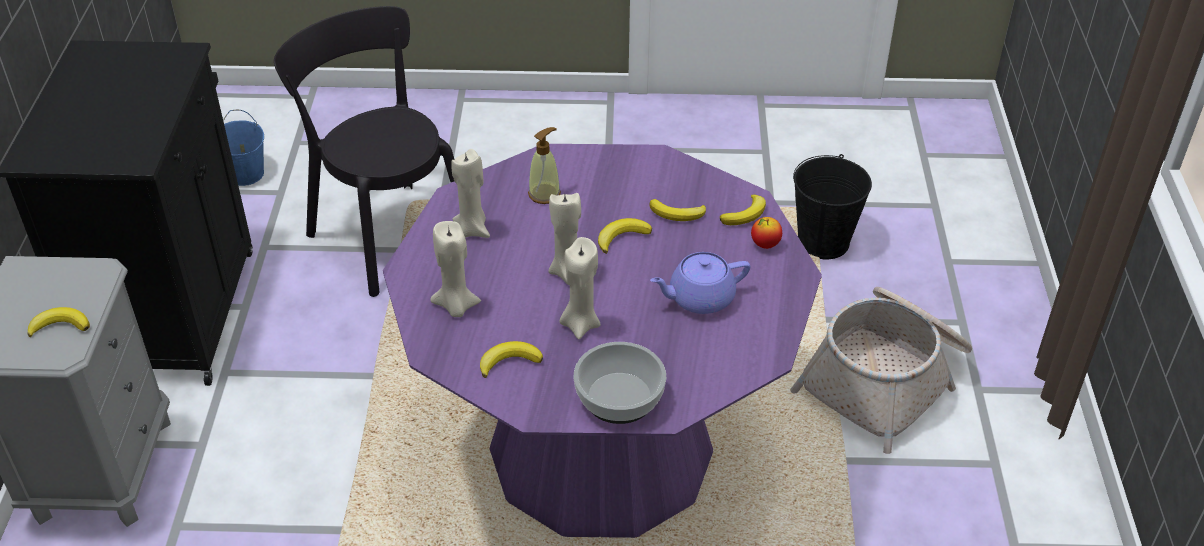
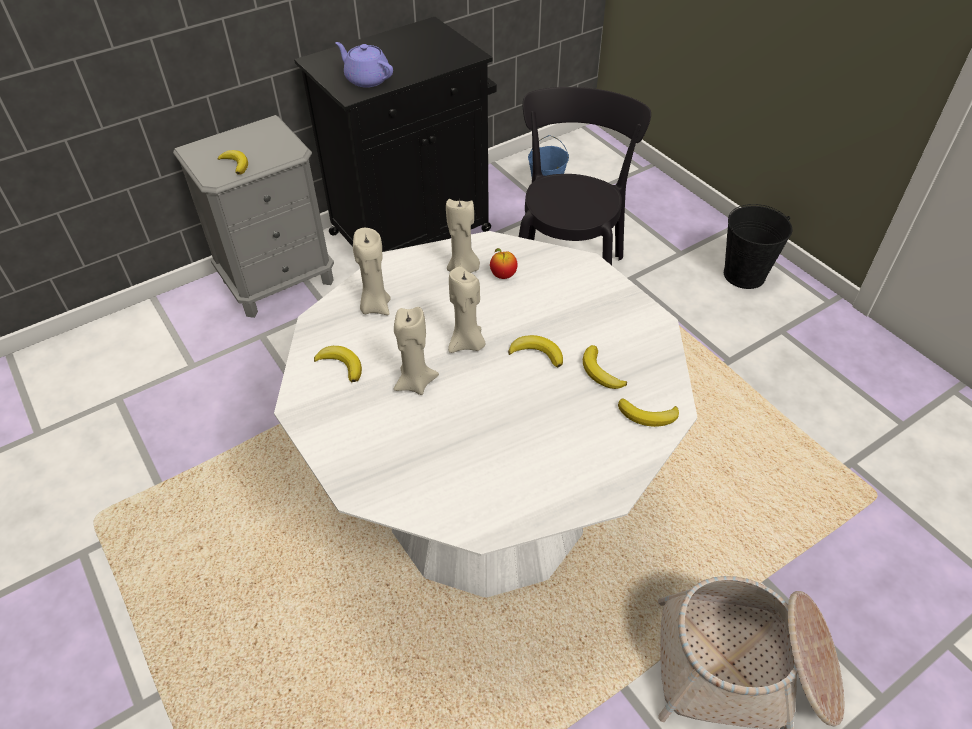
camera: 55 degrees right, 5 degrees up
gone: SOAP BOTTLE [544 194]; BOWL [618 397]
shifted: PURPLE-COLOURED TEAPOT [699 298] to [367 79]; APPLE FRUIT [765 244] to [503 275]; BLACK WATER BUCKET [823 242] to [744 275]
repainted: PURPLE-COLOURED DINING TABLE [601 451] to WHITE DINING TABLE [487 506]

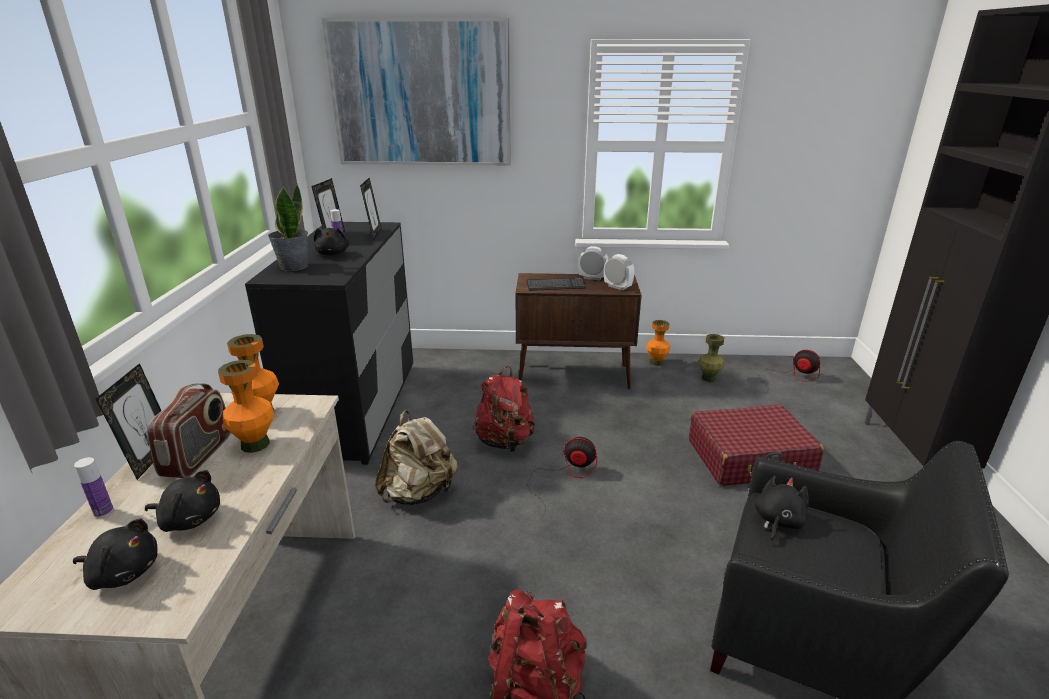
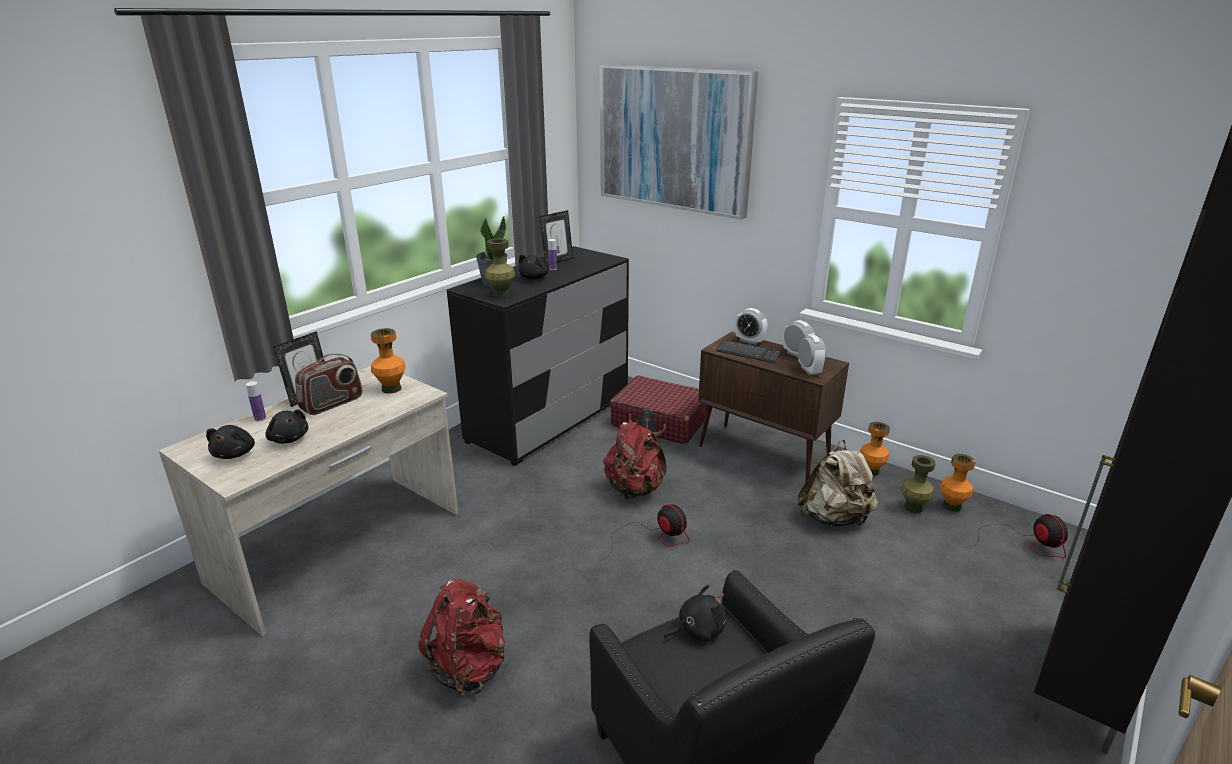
camera: 35 degrees right, 0 degrees up
gone: STANDING FRAME [374 234]
new: GREEN FLOWER VASE [501 294]; BEDSIDE CLOCK [749 341]
shifted: RED-COLOURED SUITCASE [750 459] to [660 422]; SAND-COLOURED KNAPSACK [419 493] to [834 518]; ORANGE FLOWER VASE [255 444] to [952 506]
rotated: BLACK PLUSH TOY [123 572] = [235 453] 45 degrees clockwise

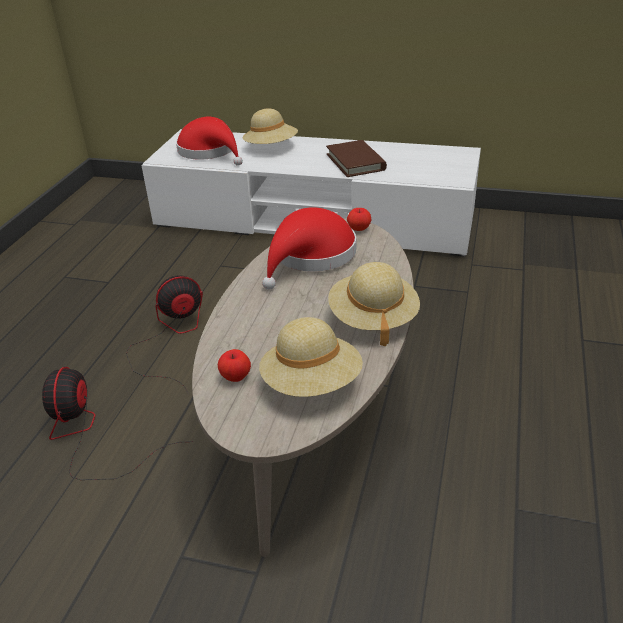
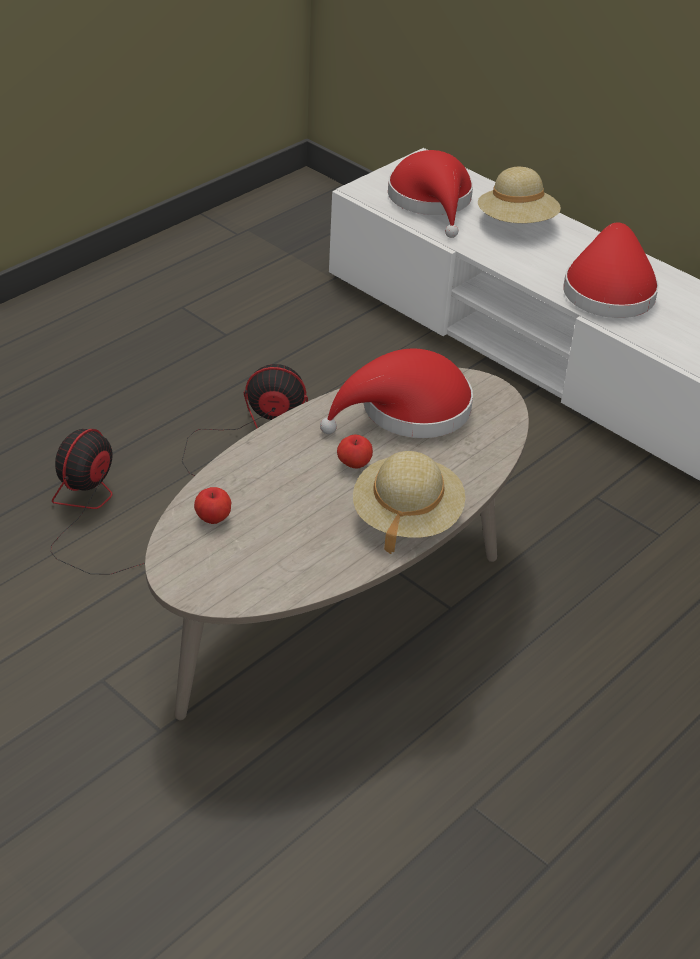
camera: 25 degrees right, 5 degrees up
gone: SAND-COLOURED CLOTHING HAT [312 383]
shifted: APPLE FRUIT [358 229] to [354 464]
swapped: BROWNISH VOLUME [355 162] to RED-COLOURED CLOTHING HAT [608 290]

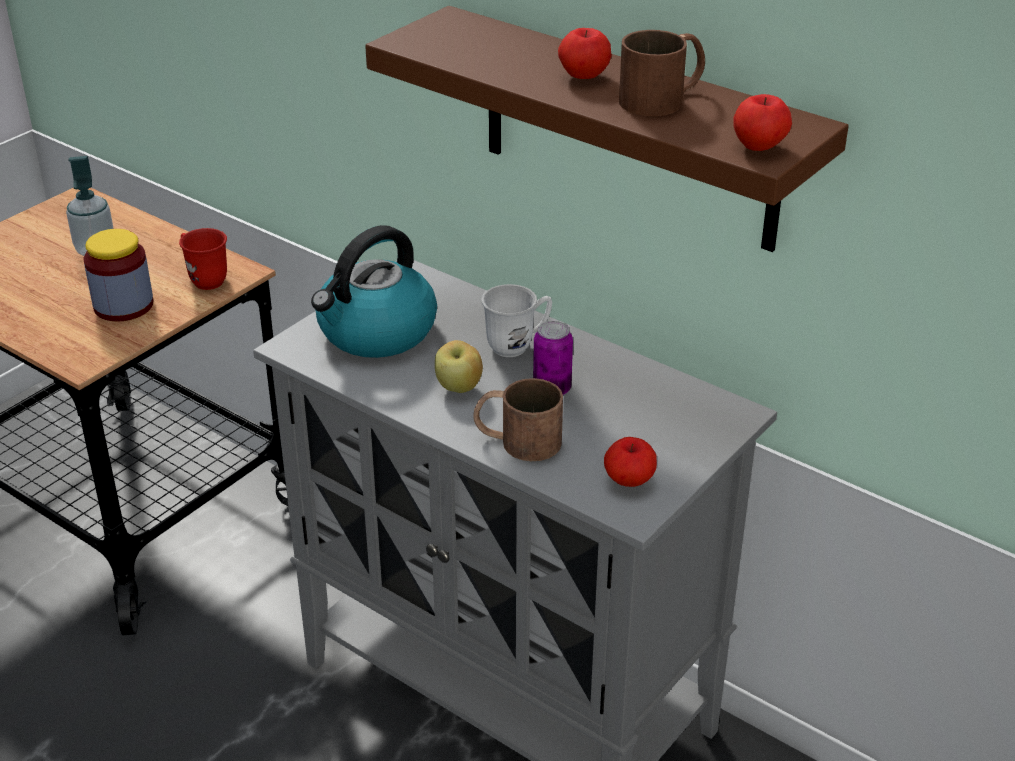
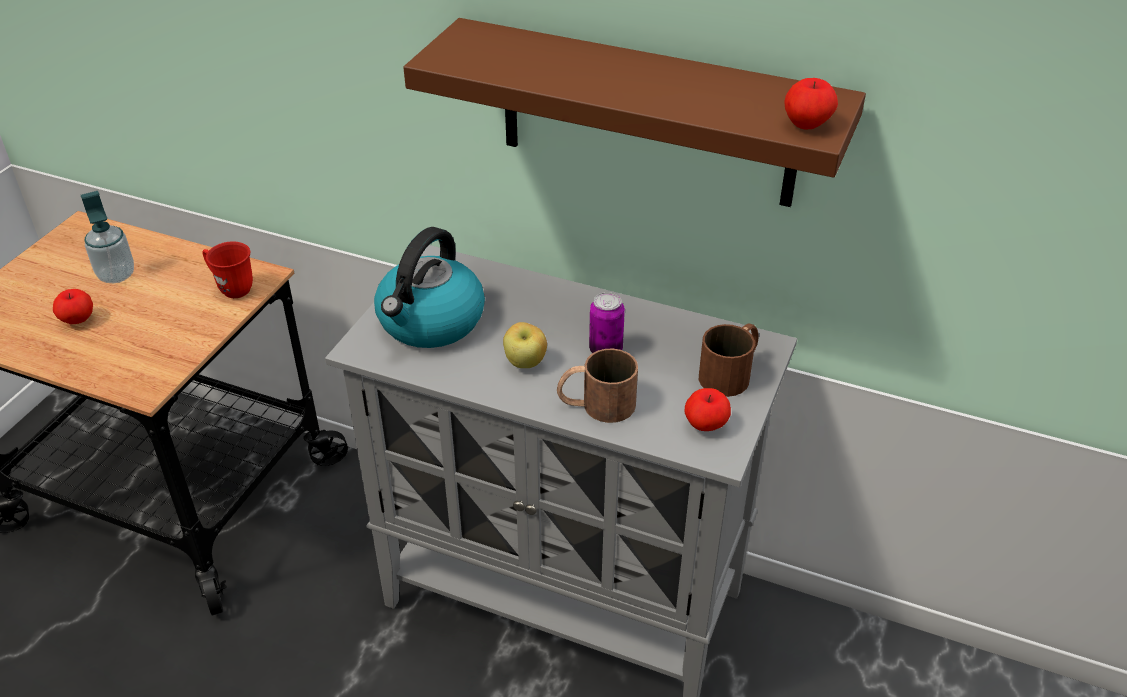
camera: 15 degrees left, 5 degrees up
gone: PRESERVE JAR [123 306]; WHITE TEA MUG [518 345]
shifted: APPLE FRUIT [583 76] to [78 320]; BROWNISH TEA MUG [663 98] to [731 372]

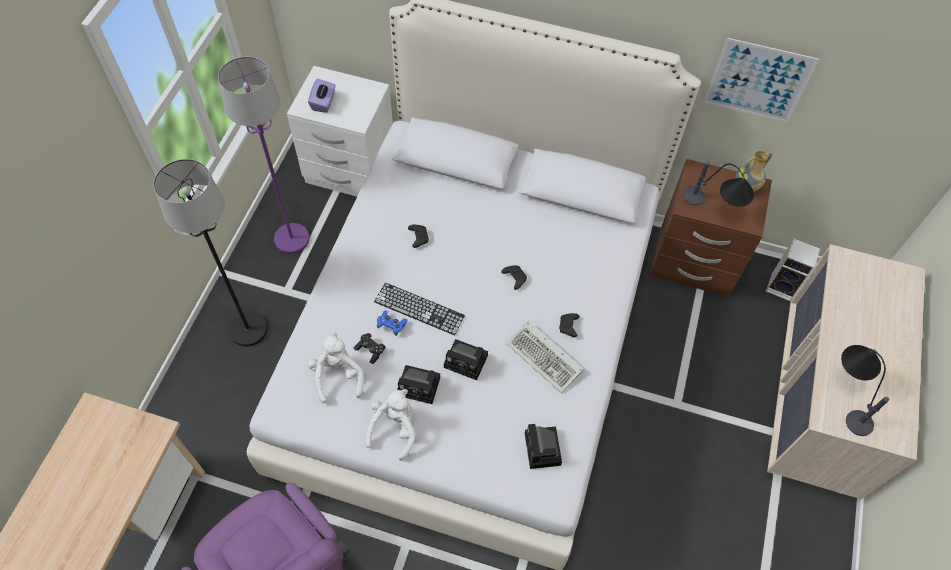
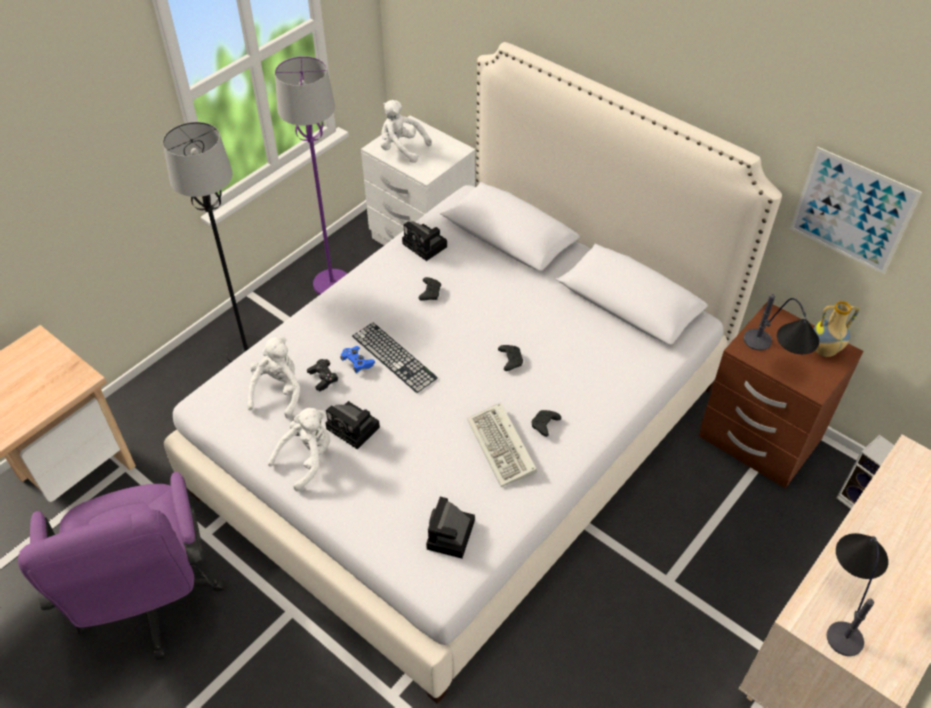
camera: 25 degrees right, 10 degrees down
shifted: PHOTO CAMERA [467 362] to [426 246]
swapped: PURPLE-COLOURED TISSUE HOLDER [324 103] to WHITE PLUSH TOY [401 149]

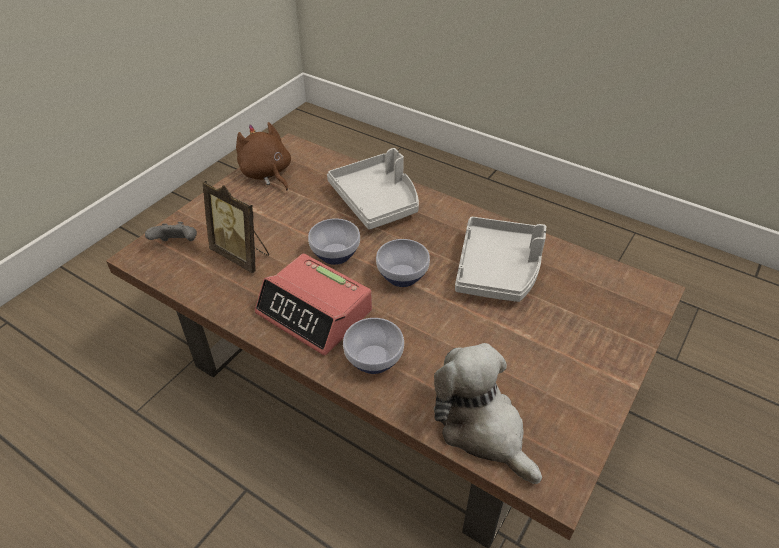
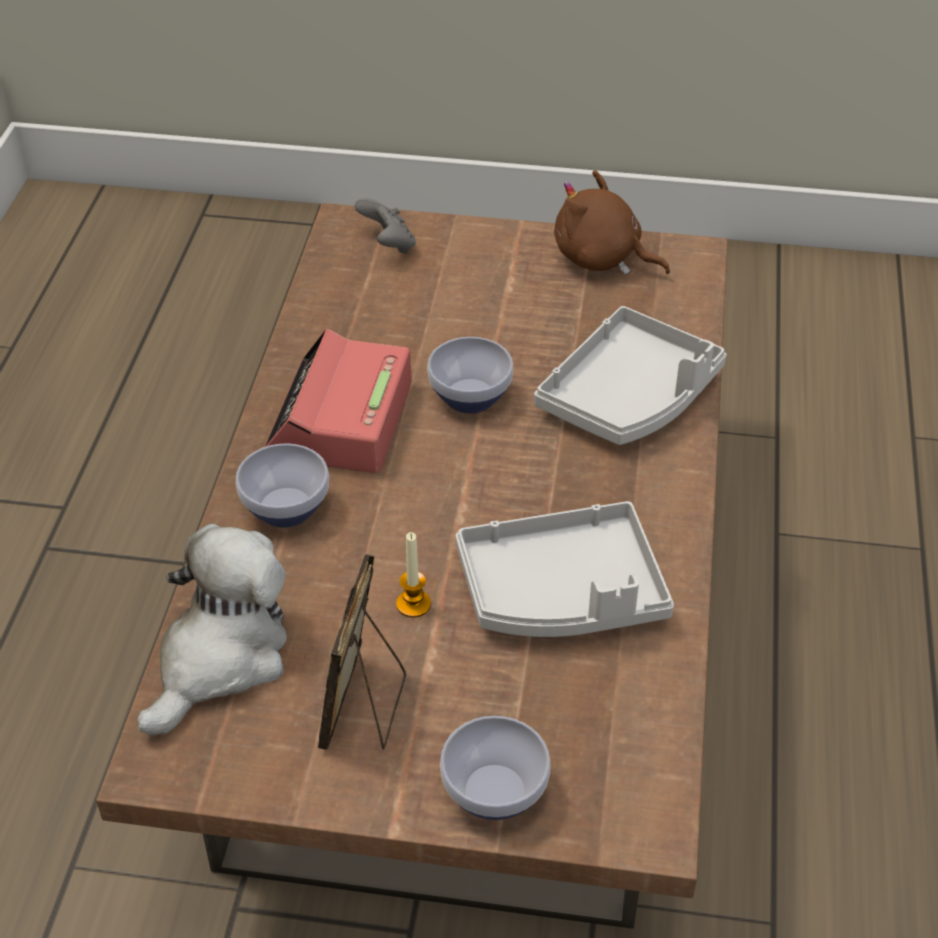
camera: 65 degrees right, 0 degrees up
new: WAX CANDLE [413 604]
shifted: STANDING FRAME [242 255] to [365 708]; BOWL [404 276] to [494 795]
rotated: BROWNISH PLUSH TOY [267 174] = [601 259] 90 degrees counterclockwise

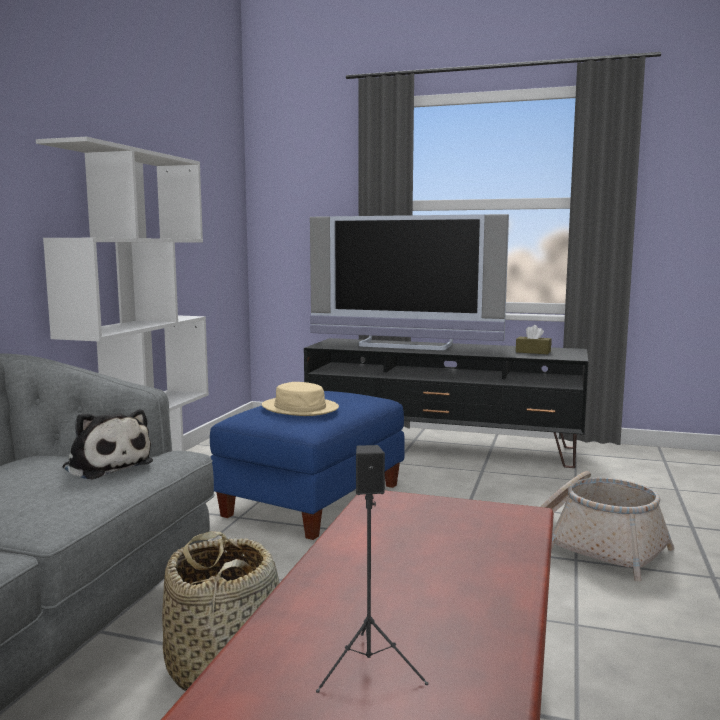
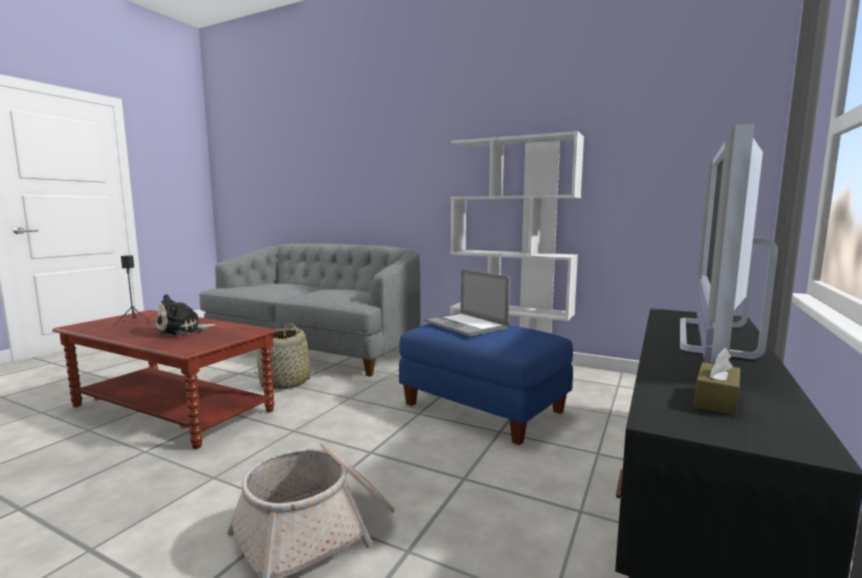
camera: 100 degrees right, 0 degrees up
shifted: PLUSH TOY [106 465] to [182 330]
swapped: SAND-COLOURED CLOTHING HAT [300 408] to NOTEBOOK COMPUTER [465 325]

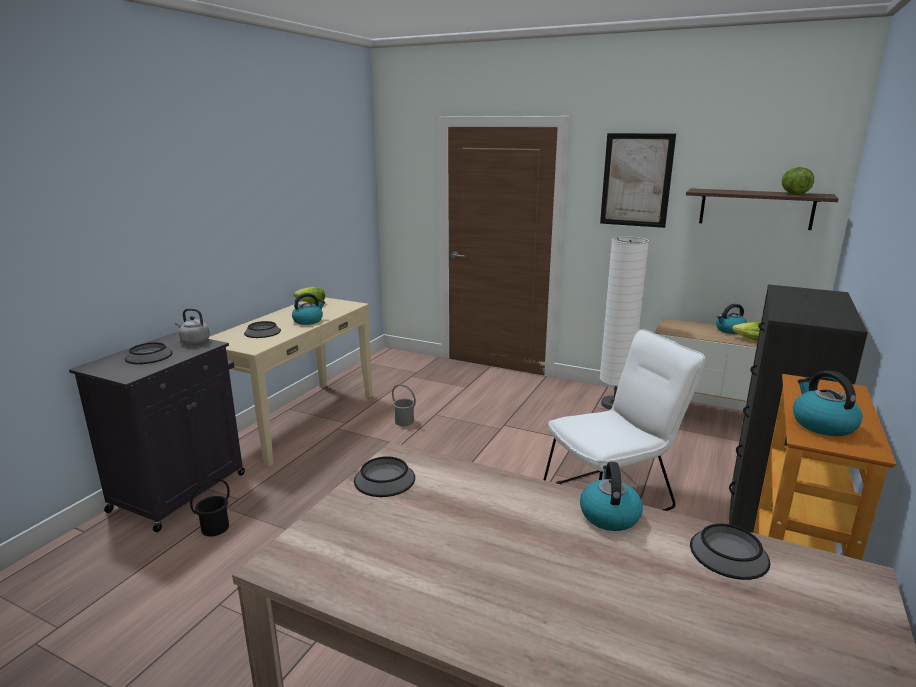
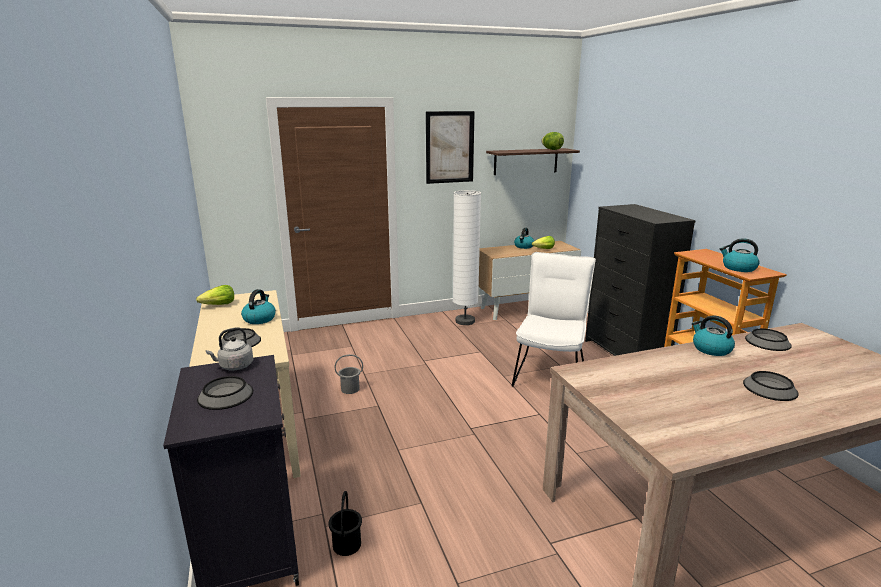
camera: 45 degrees left, 0 degrees up
shifted: BOWL [384 479] to [770 388]

